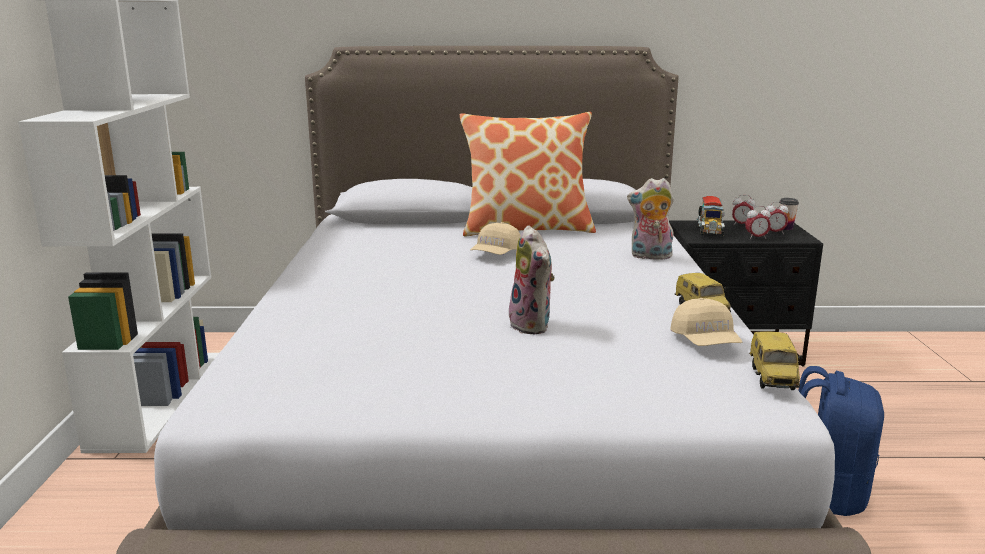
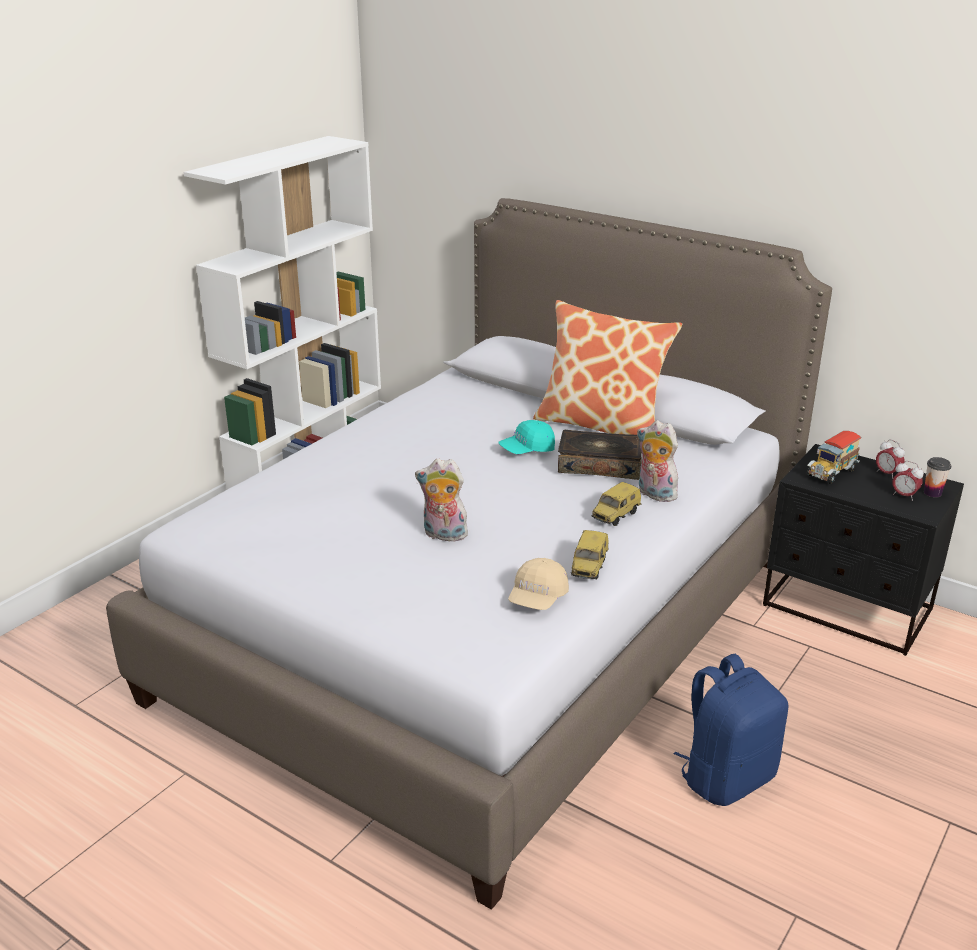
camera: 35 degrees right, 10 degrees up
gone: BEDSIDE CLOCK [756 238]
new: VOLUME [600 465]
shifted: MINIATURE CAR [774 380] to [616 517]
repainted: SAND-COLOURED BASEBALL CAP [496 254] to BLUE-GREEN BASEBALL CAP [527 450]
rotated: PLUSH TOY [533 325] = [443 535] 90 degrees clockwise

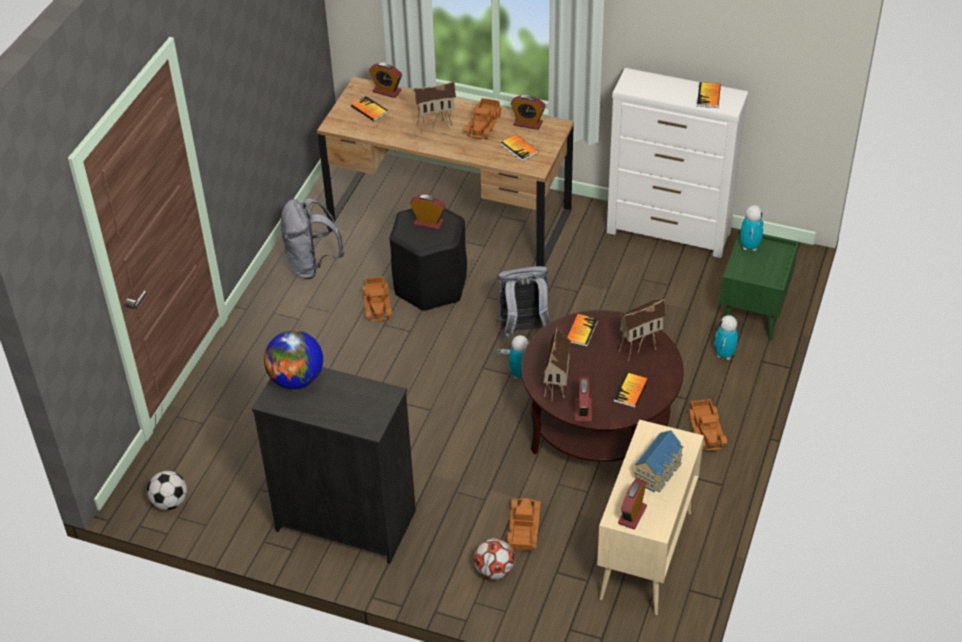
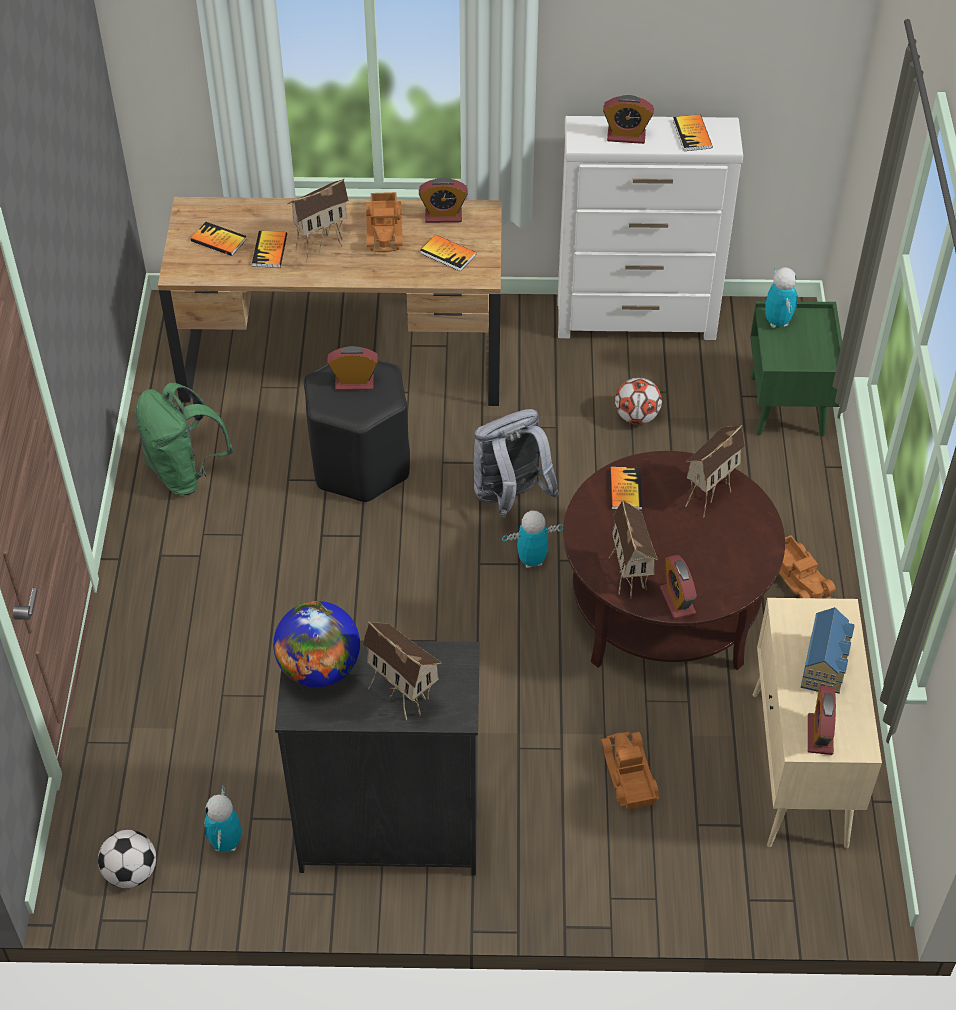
camera: 20 degrees left, 5 degrees up
gone: TOY TRUCK [378 304]
new: TOY HOUSE [403 696]
shifted: TOY ROBOT [724 354] to [226 843]; VOLUME [630 391] to [270 250]; BEDSIDE CLOCK [386 91] to [626 136]; BALL FOR FOOTBALL [494 571] to [636 417]
repainted: GRAY KNAPSACK [312 265] to GREEN KNAPSACK [185 472]

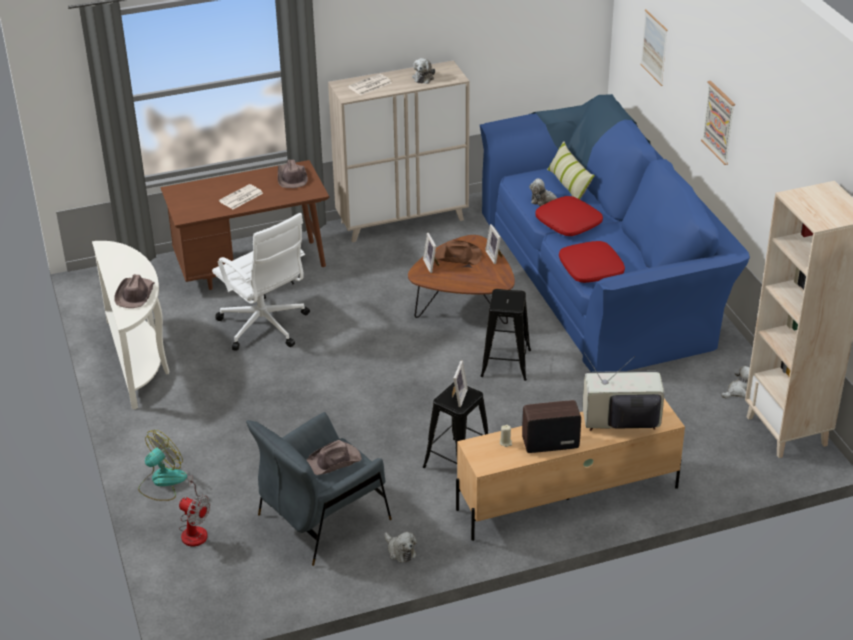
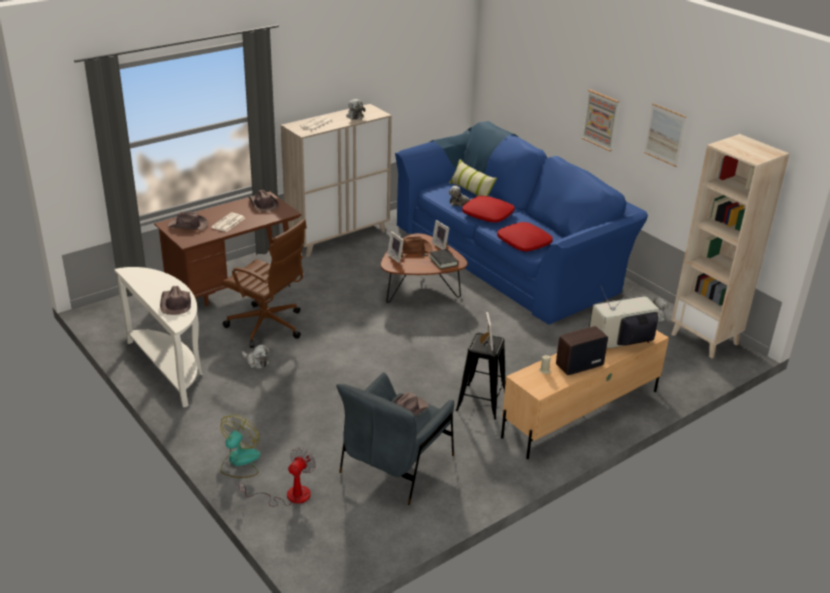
camera: 20 degrees left, 5 degrees down
gone: BLACK SITTING STOOL [506 363]
new: BROWNISH CLOTHING HAT [188 225]; BLACK VOLUME [443 261]
shifted: PLUSH TOY [400 551] to [256 362]; PICTURE [654 47] to [664 135]
repainted: WHITE COMPUTER CHAIR [265 327] to BROWNISH COMPUTER CHAIR [268 327]
rotated: ELECTRIC FAN [194 529] = [289 496] 75 degrees counterclockwise

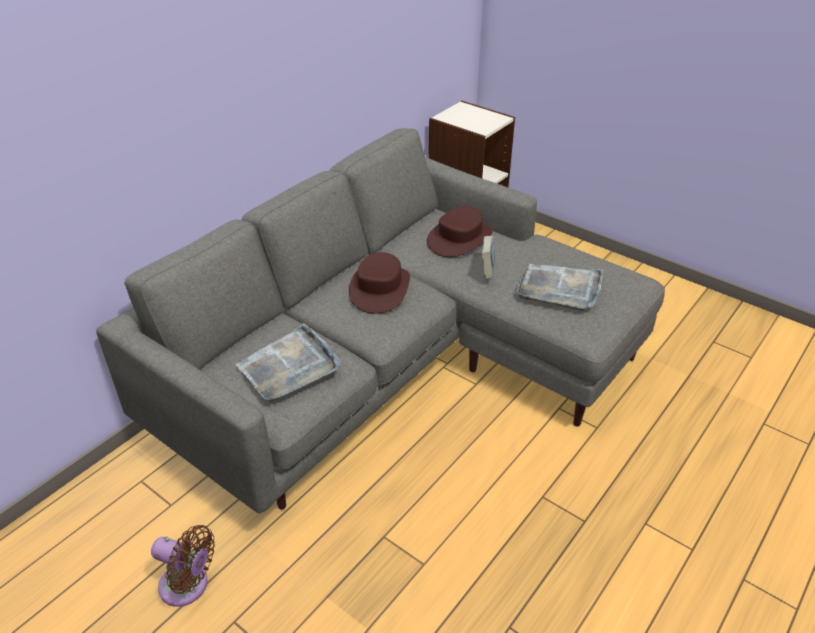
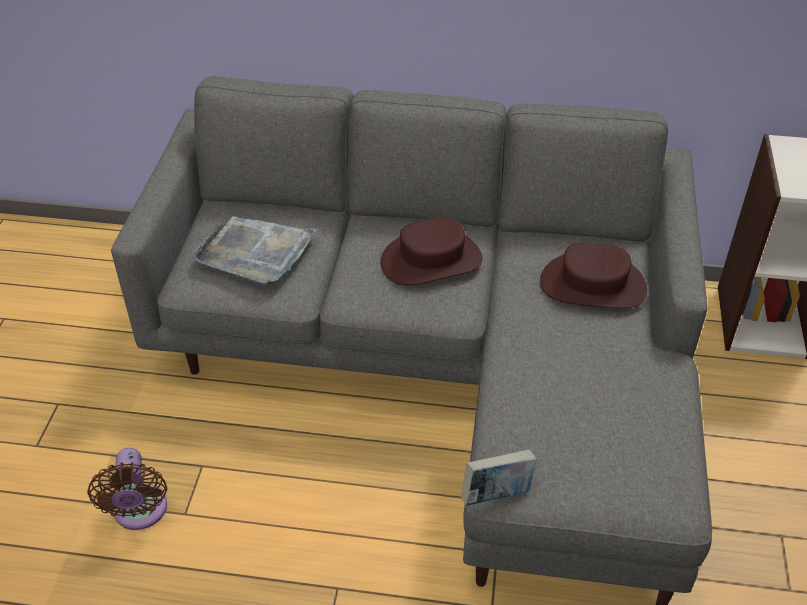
camera: 60 degrees right, 5 degrees up
gone: GRAY SERVING TRAY [559 288]
shifted: BROWNISH ELECTRIC FAN [188 586] to [140 513]; VOLUME [487 270] to [496 494]

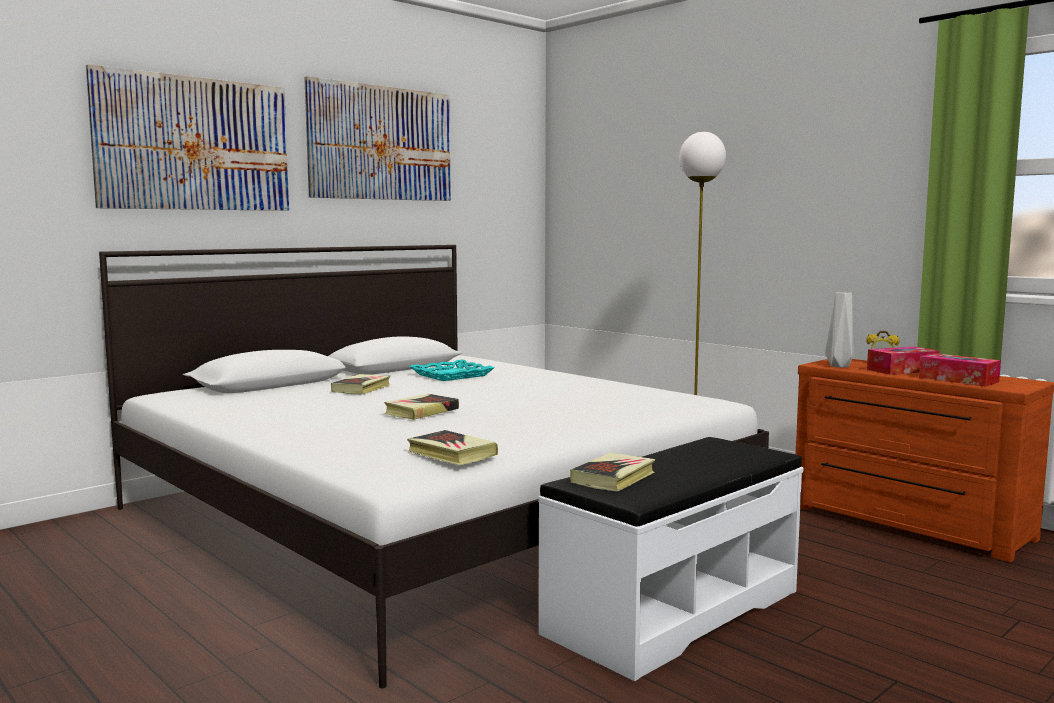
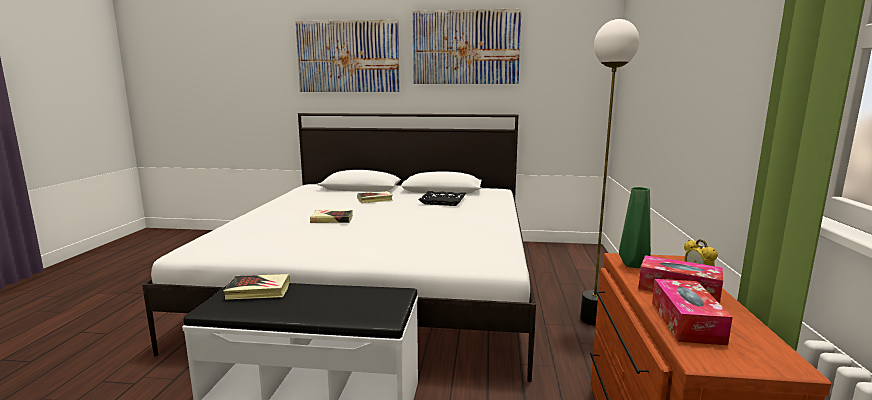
camera: 50 degrees right, 5 degrees up
gone: VOLUME [451 453]
repainted: BLUE-GREEN SERVING TRAY [451 375] to BLACK SERVING TRAY [443 201]; GRAY FLOWER VASE [838 366] to GREEN FLOWER VASE [631 265]

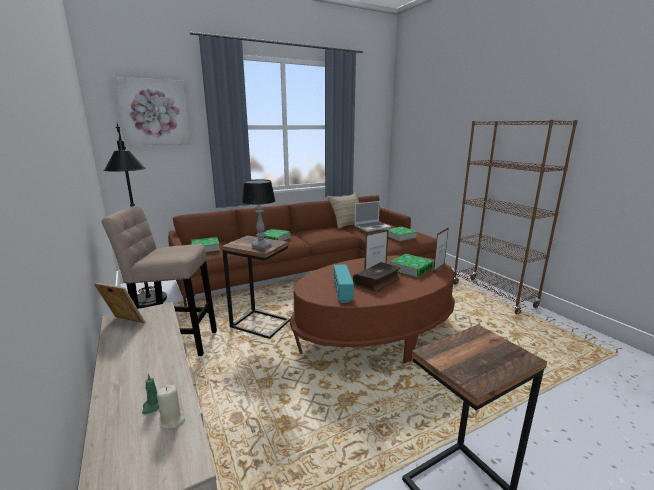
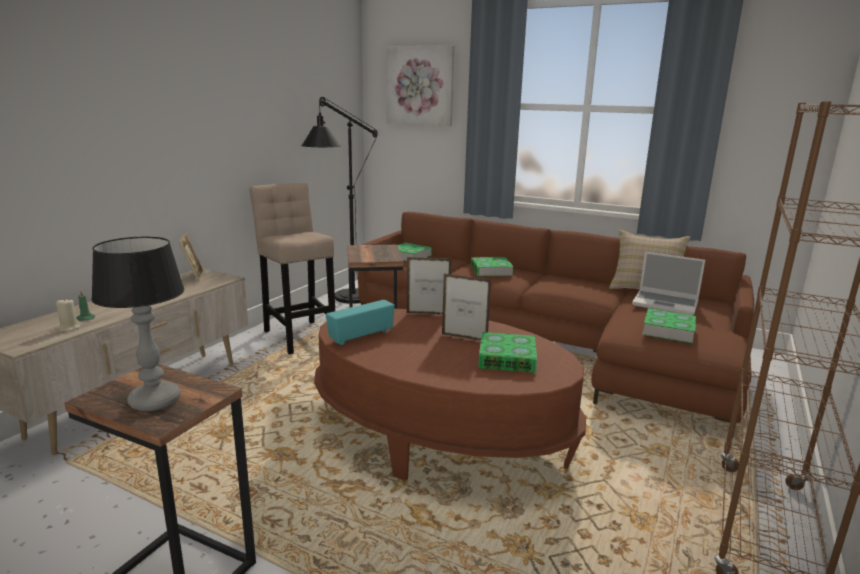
camera: 55 degrees right, 0 degrees up
gone: VOLUME [377 282]
shifted: TABLETOP LAMP [262 246] to [155 401]; STANDING FRAME [439 268] to [428 314]

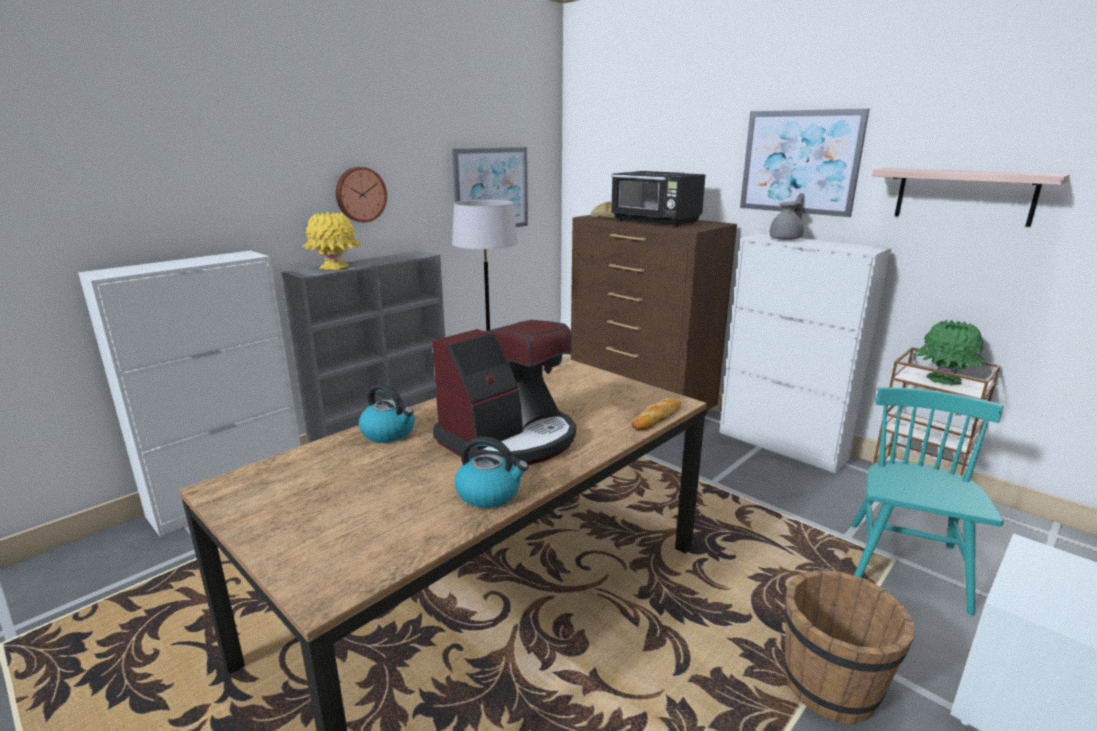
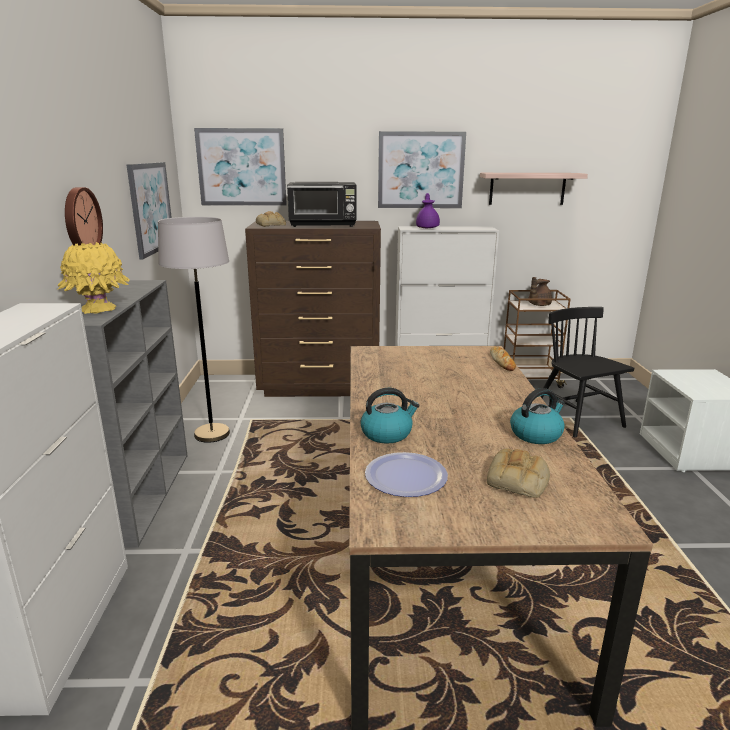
camera: 45 degrees left, 0 degrees up
gone: COFFEE BREWER [509 439]; BROWNISH WATER BUCKET [831 685]
new: PICTURE [241 167]; DINNER PLATE [406 476]; BAKED BREAD [518 480]
swapped: GREEN FLOWER VASE [943 379] to BROWNISH TEAPOT [538 305]
repainted: GRAY TEAPOT [786 239] to PURPLE-COLOURED TEAPOT [427 227]; BLUE-GREEN CHAIR [905 566] to BLACK CHAIR [577 418]

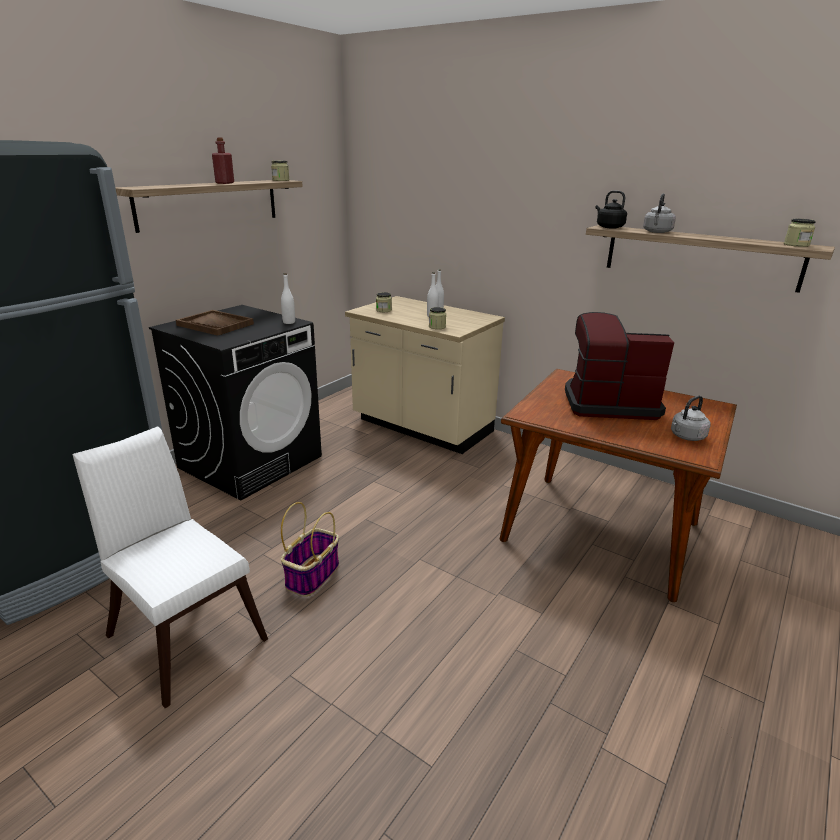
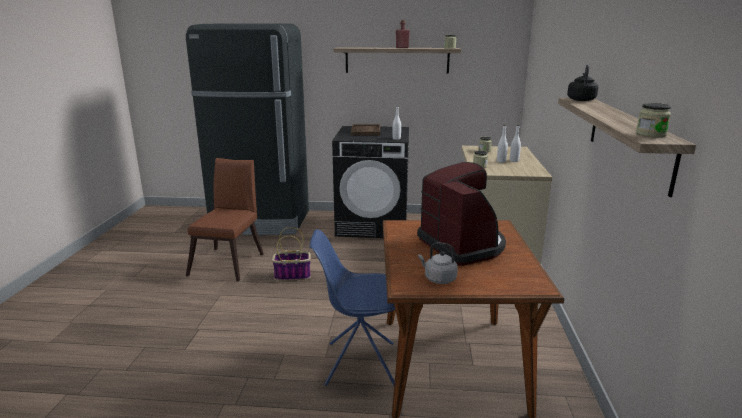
camera: 60 degrees right, 5 degrees down
gone: GRAY TEA KETTLE [657 232]
new: BLUE CHAIR [358 363]
repainted: WHITE CHAIR [184 631] to BROWNISH CHAIR [230 262]

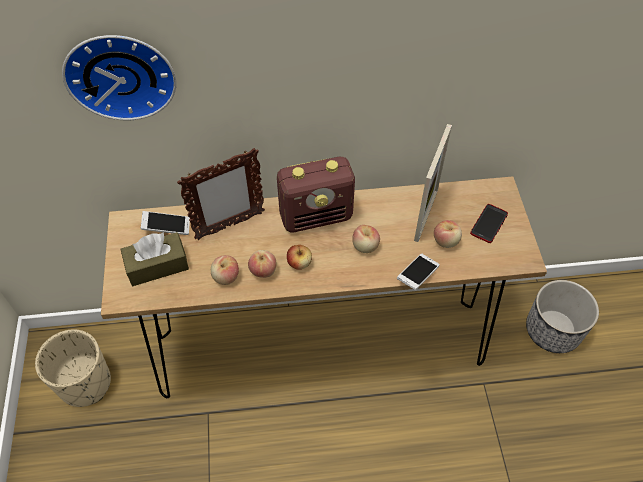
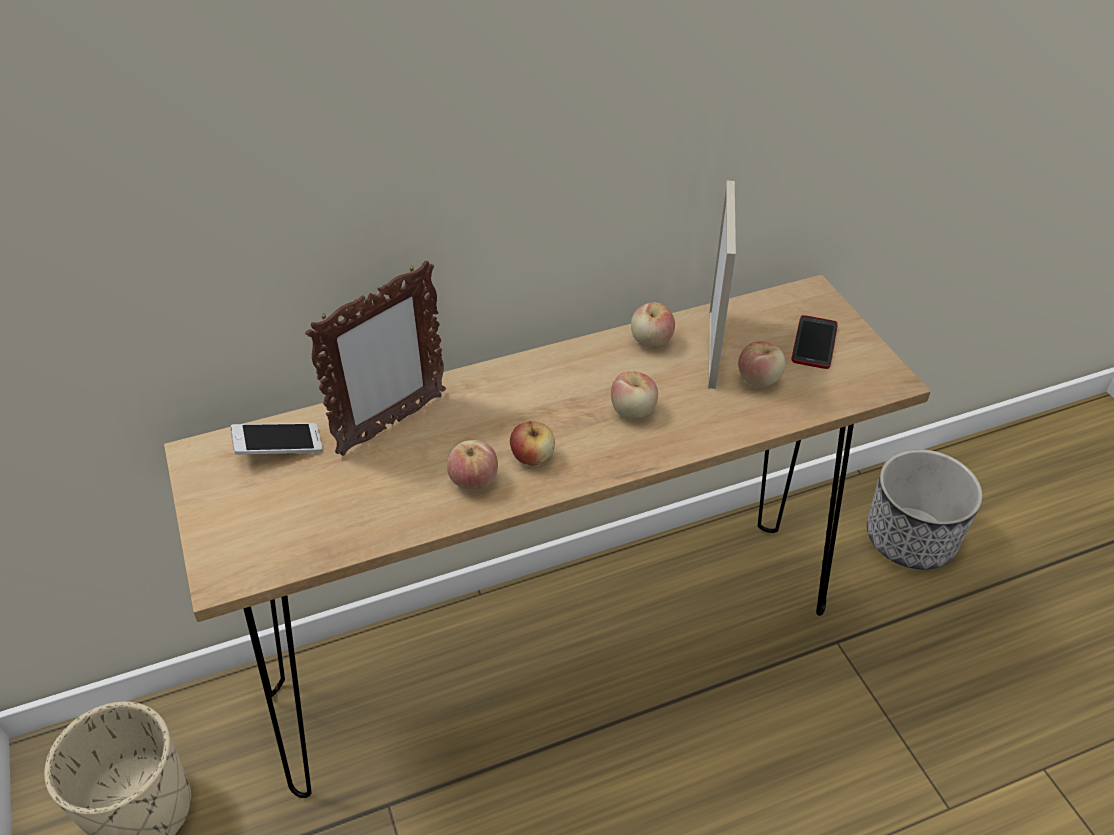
camera: 15 degrees left, 10 degrees down
gone: HANGING CLOCK [120 73]; BROWNISH TISSUE HOLDER [157 266]; RADIO SET [316 216]; TELEPHONE [417 275]
shifted: APPLE FRUIT [226 277] to [651 341]

